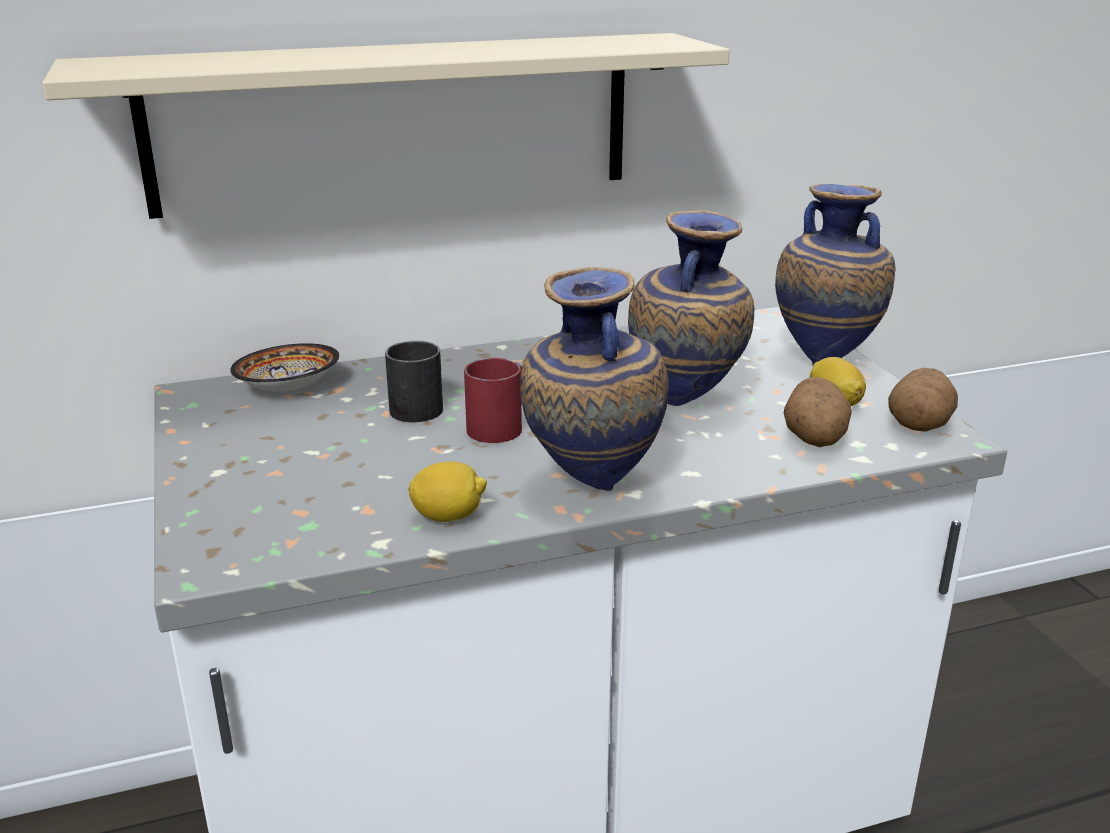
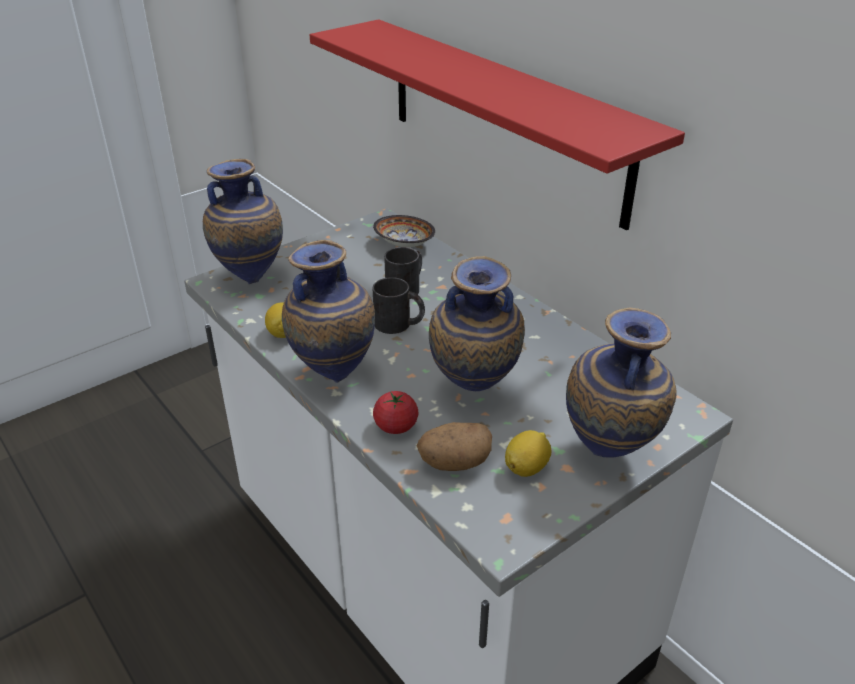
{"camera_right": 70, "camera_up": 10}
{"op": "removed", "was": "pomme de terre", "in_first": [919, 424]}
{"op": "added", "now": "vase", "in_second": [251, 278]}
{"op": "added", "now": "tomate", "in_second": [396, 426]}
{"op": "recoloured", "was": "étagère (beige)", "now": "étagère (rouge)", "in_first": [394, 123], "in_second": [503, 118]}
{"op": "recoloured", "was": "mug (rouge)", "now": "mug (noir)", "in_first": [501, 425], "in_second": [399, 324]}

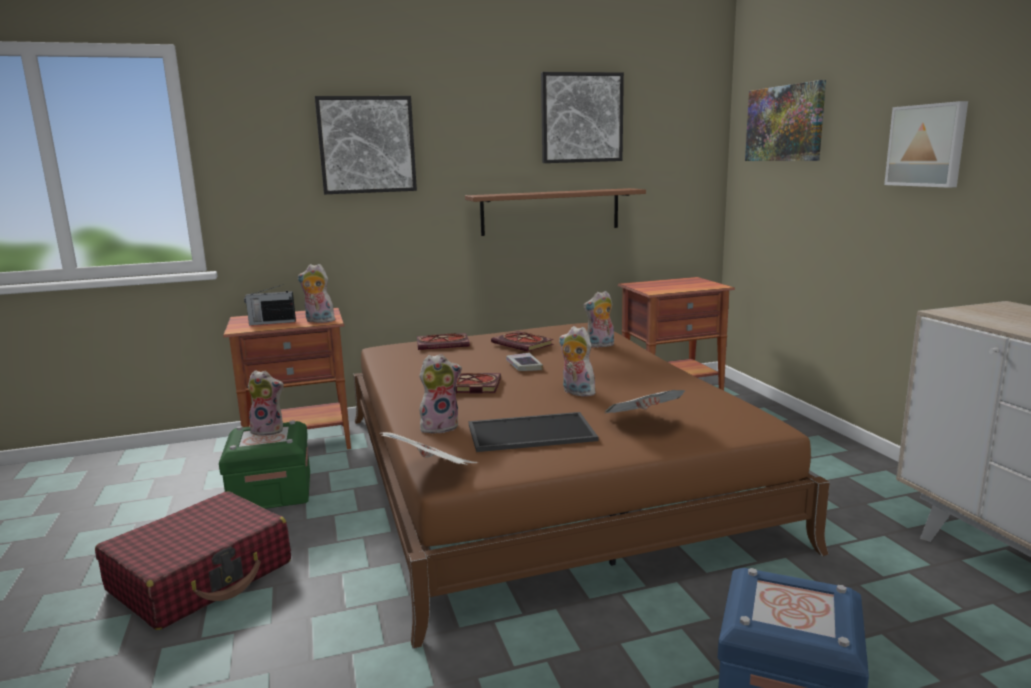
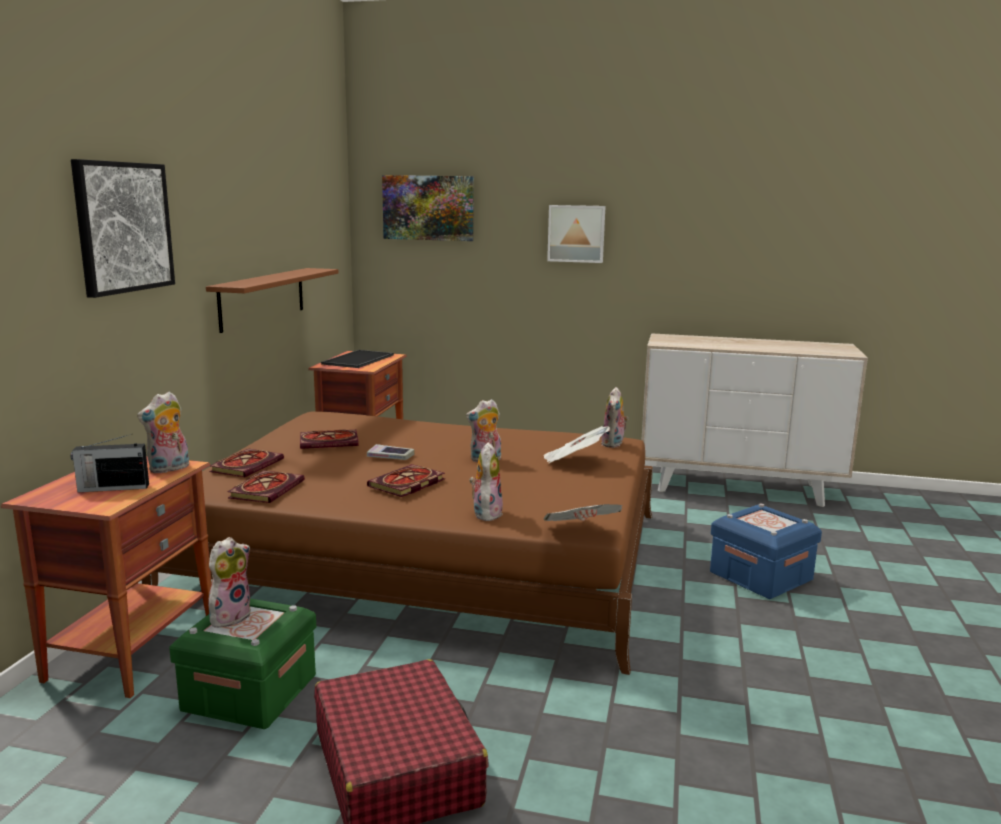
{"camera_right": -60, "camera_up": 0}
{"op": "removed", "was": "tableau", "in_first": [581, 118]}
{"op": "added", "now": "livre", "in_second": [266, 489]}
{"op": "moved", "was": "plateau", "in_first": [530, 433], "in_second": [359, 360]}
{"op": "moved", "was": "peluche", "in_first": [600, 345], "in_second": [614, 444]}
{"op": "turned", "was": "radio", "in_first": [271, 322], "in_second": [112, 488], "clockwise": 60}

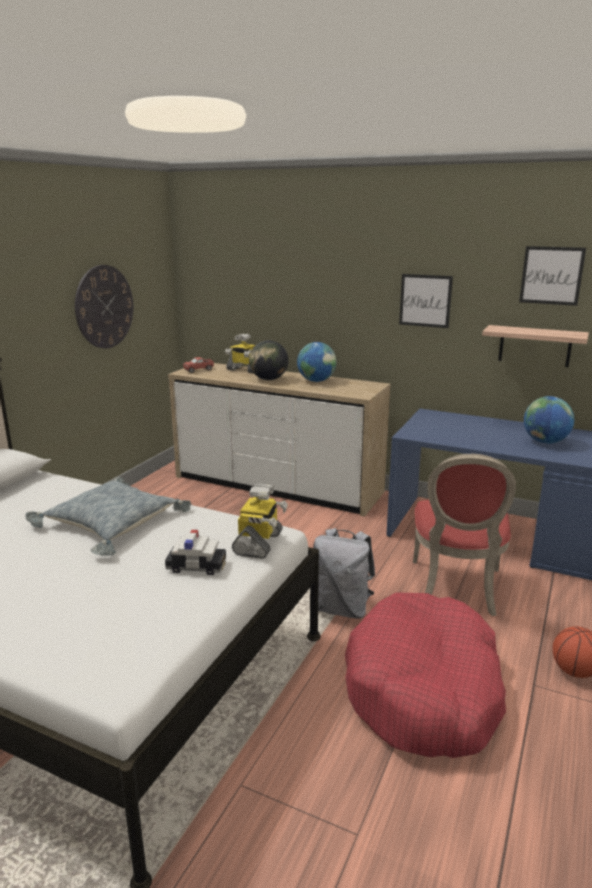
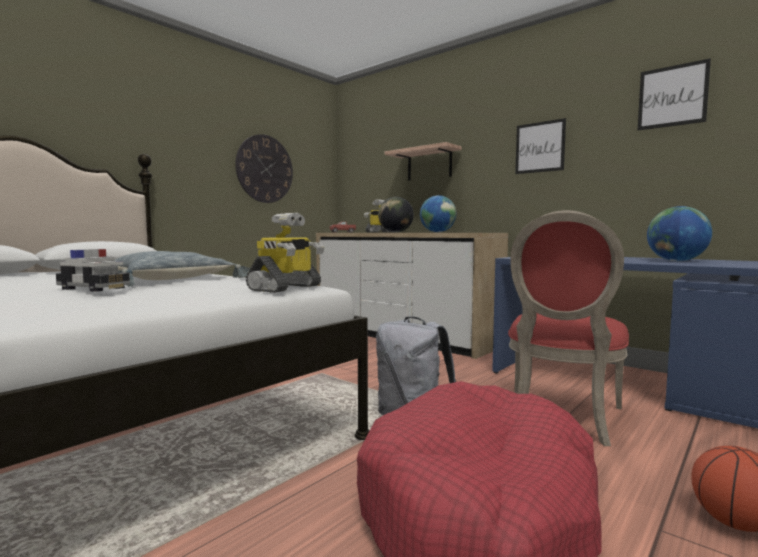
{"camera_right": 15, "camera_up": -15}
{"op": "moved", "was": "petite voiture", "in_first": [197, 566], "in_second": [94, 288]}
{"op": "moved", "was": "étagère", "in_first": [535, 346], "in_second": [429, 164]}

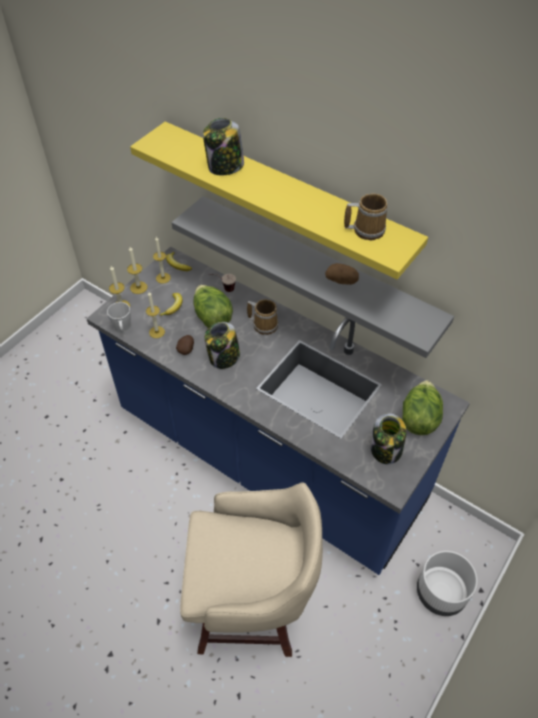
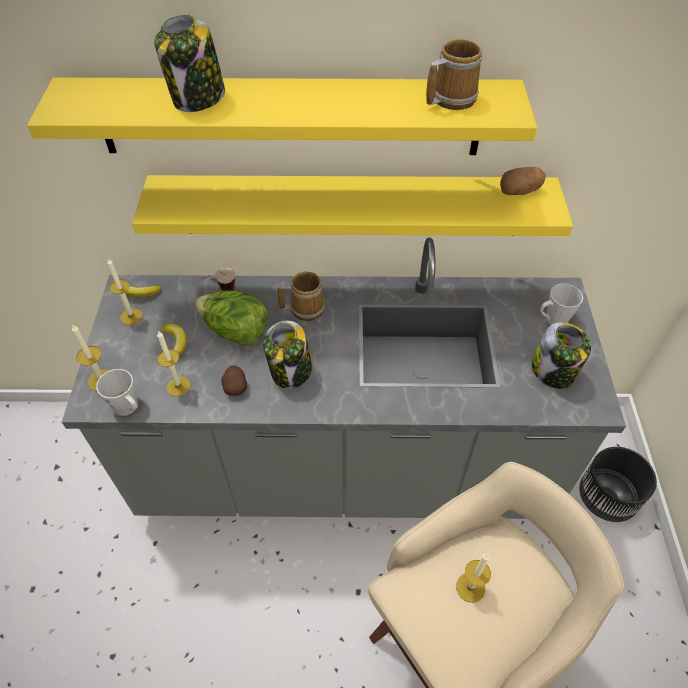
{"camera_right": -35, "camera_up": 0}
{"op": "moved", "was": "bougie", "in_first": [138, 287], "in_second": [470, 587]}
{"op": "moved", "was": "pomme de terre", "in_first": [341, 281], "in_second": [519, 191]}
{"op": "replaced", "was": "laitue", "now": "mug (gris)", "in_first": [419, 418], "in_second": [552, 320]}
{"op": "recoloured", "was": "comptoir de cuisine (bleu)", "now": "comptoir de cuisine (gris)", "in_first": [269, 458], "in_second": [344, 469]}
{"op": "recoloured", "was": "étagère (gris)", "now": "étagère (jaune)", "in_first": [317, 270], "in_second": [351, 205]}
{"op": "recoloured", "was": "cache-pot (blanc)", "now": "cache-pot (noir)", "in_first": [441, 593], "in_second": [606, 497]}

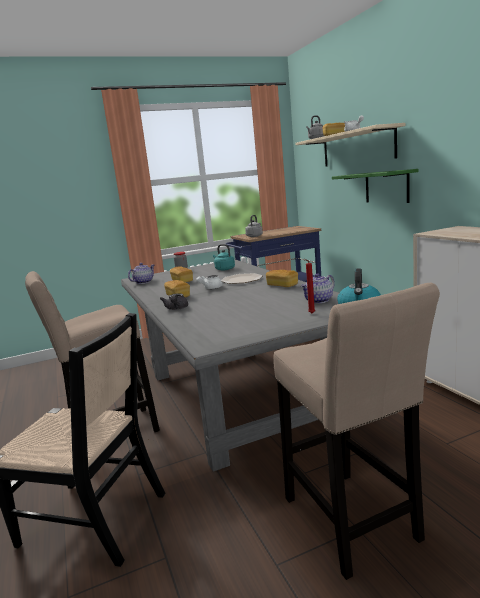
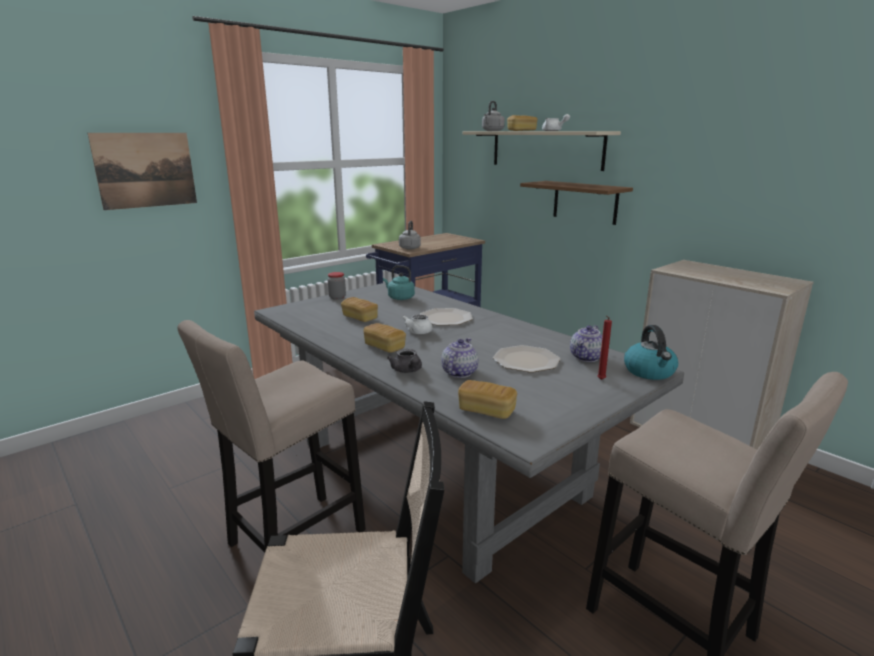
{"camera_right": -20, "camera_up": 5}
{"op": "added", "now": "tableau", "in_second": [145, 170]}
{"op": "added", "now": "assiette", "in_second": [526, 360]}
{"op": "moved", "was": "théière", "in_first": [143, 282], "in_second": [459, 372]}
{"op": "moved", "was": "pain", "in_first": [282, 285], "in_second": [486, 410]}
{"op": "recoloured", "was": "étagère (vert)", "now": "étagère (marron)", "in_first": [386, 187], "in_second": [585, 202]}

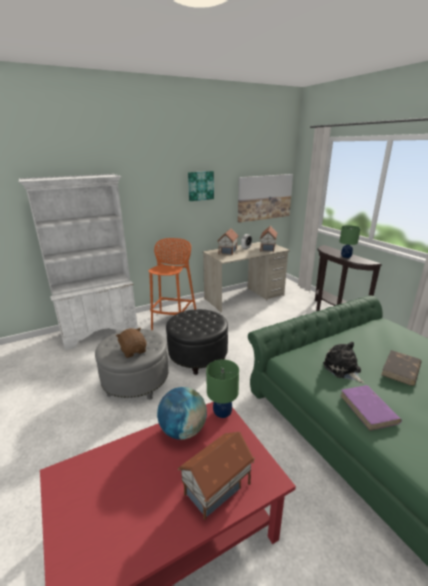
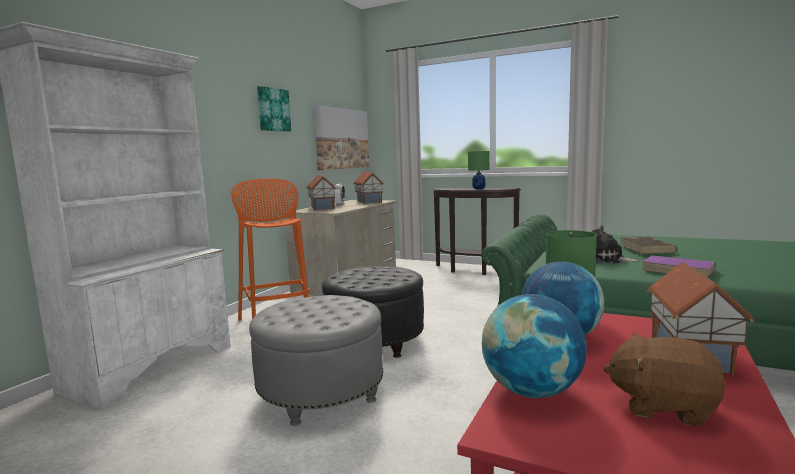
{"camera_right": -35, "camera_up": -15}
{"op": "added", "now": "globe", "in_second": [532, 391]}
{"op": "moved", "was": "peluche (marron)", "in_first": [133, 351], "in_second": [663, 406]}

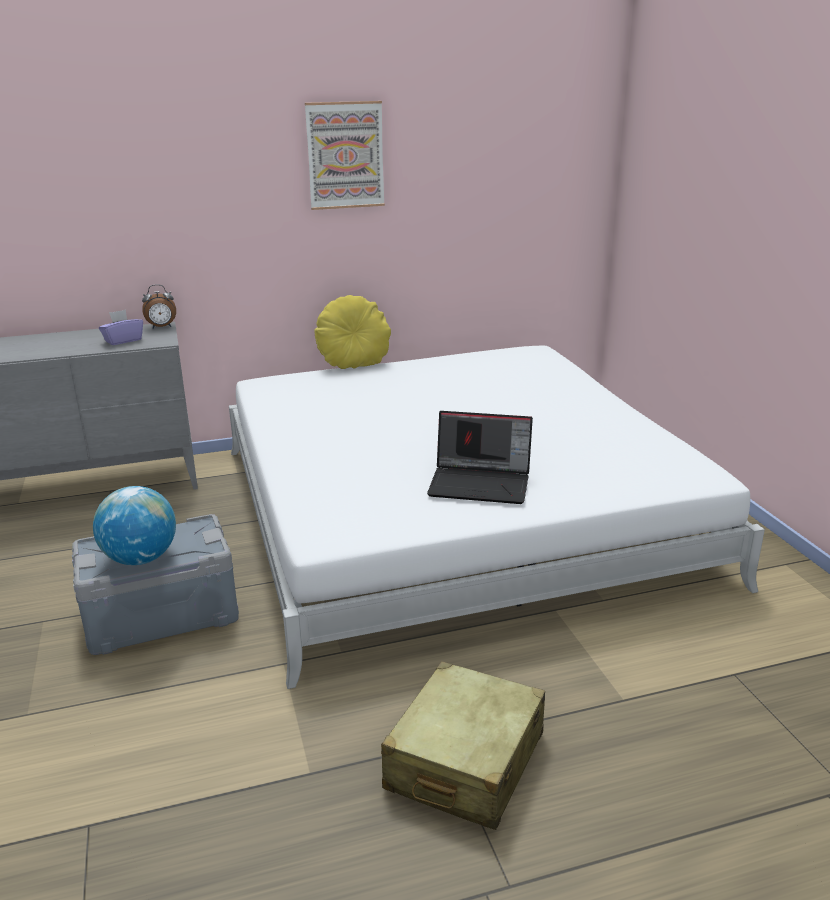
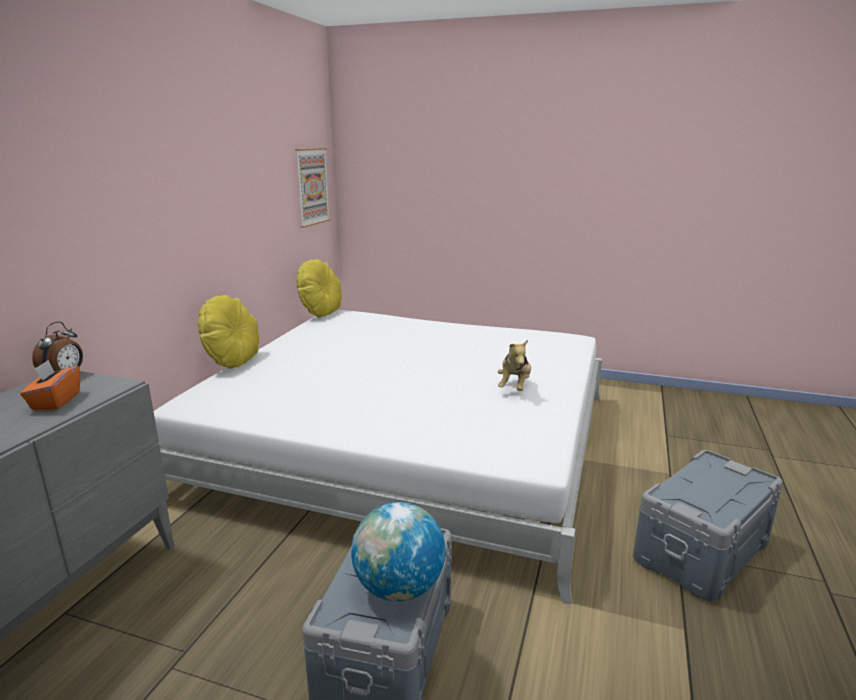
{"camera_right": -55, "camera_up": -5}
{"op": "added", "now": "coussin (jaune)", "in_second": [321, 314]}
{"op": "moved", "was": "tableau", "in_first": [345, 155], "in_second": [312, 186]}
{"op": "replaced", "was": "valise (beige)", "now": "boîte de rangement (gris)", "in_first": [465, 762], "in_second": [702, 552]}
{"op": "replaced", "was": "ordinateur portable", "now": "peluche", "in_first": [481, 483], "in_second": [514, 386]}
{"op": "recoloured", "was": "boîte à mouchoirs (violet)", "now": "boîte à mouchoirs (orange)", "in_first": [123, 340], "in_second": [55, 401]}

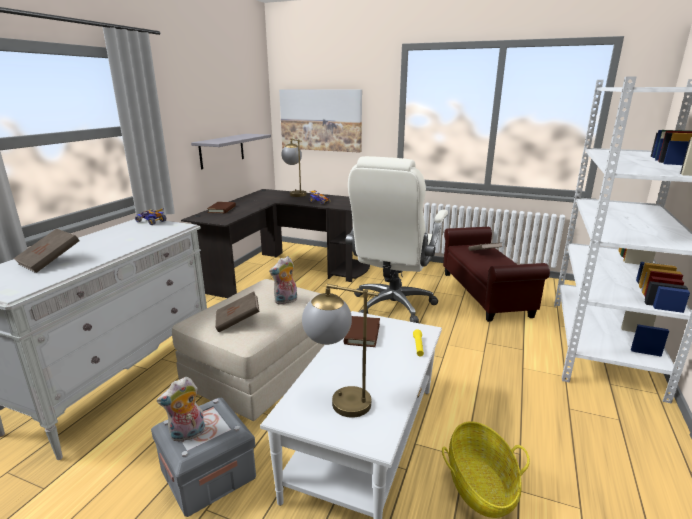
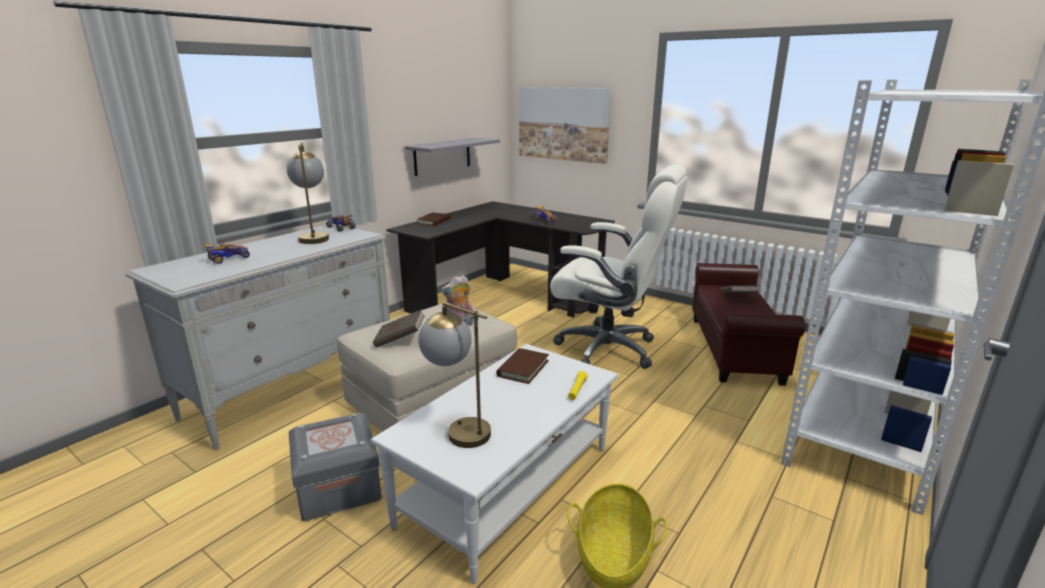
{"camera_right": 15, "camera_up": 0}
{"op": "removed", "was": "peluche", "in_first": [187, 435]}
{"op": "moved", "was": "lampe de table", "in_first": [295, 193], "in_second": [314, 237]}
{"op": "replaced", "was": "livre (marron)", "now": "petite voiture", "in_first": [50, 262], "in_second": [228, 259]}
{"op": "turned", "was": "chaise de bureau (blanc)", "in_first": [392, 306], "in_second": [608, 349], "clockwise": -105}

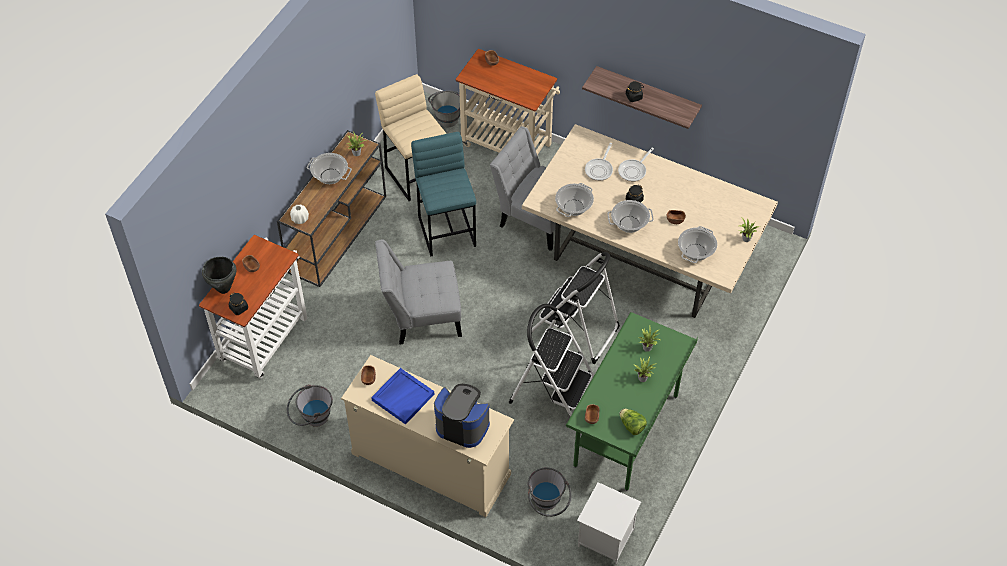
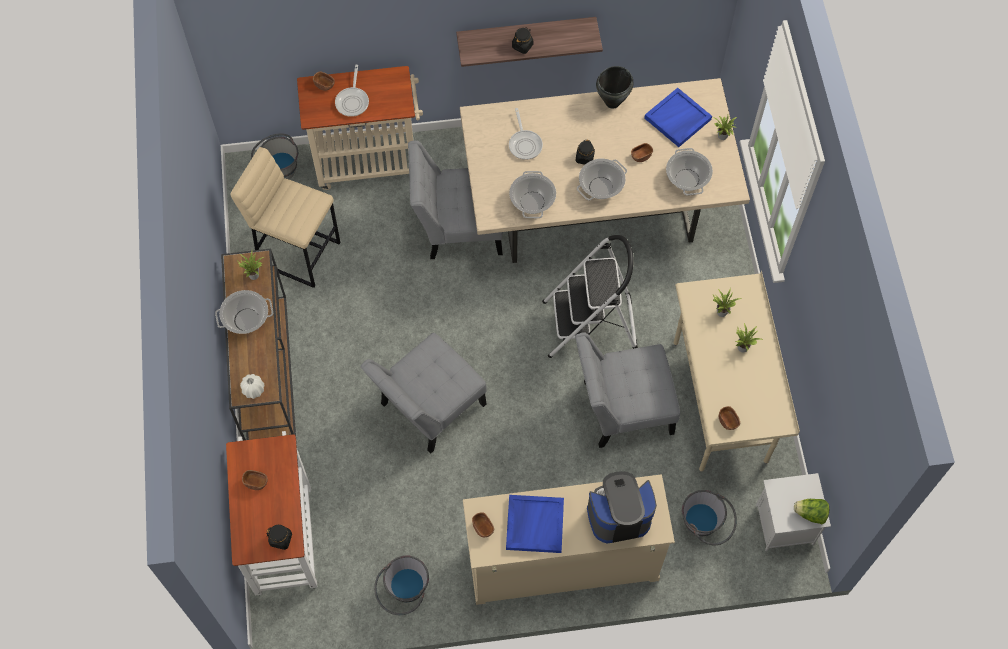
{"camera_right": -35, "camera_up": 10}
{"op": "removed", "was": "tabouret (turquoise)", "in_first": [446, 230]}
{"op": "added", "now": "plateau (bleu)", "in_second": [677, 119]}
{"op": "moved", "was": "marmite (noir)", "in_first": [224, 288], "in_second": [613, 102]}
{"op": "moved", "was": "poêle", "in_first": [633, 171], "in_second": [353, 101]}
{"op": "moved", "was": "laitue", "in_first": [631, 426], "in_second": [810, 514]}
{"op": "replaced", "was": "escabeau", "now": "chaise (gris)", "in_first": [552, 394], "in_second": [622, 408]}
{"op": "recoloured", "was": "bureau (vert)", "now": "bureau (beige)", "in_first": [626, 431], "in_second": [720, 402]}

